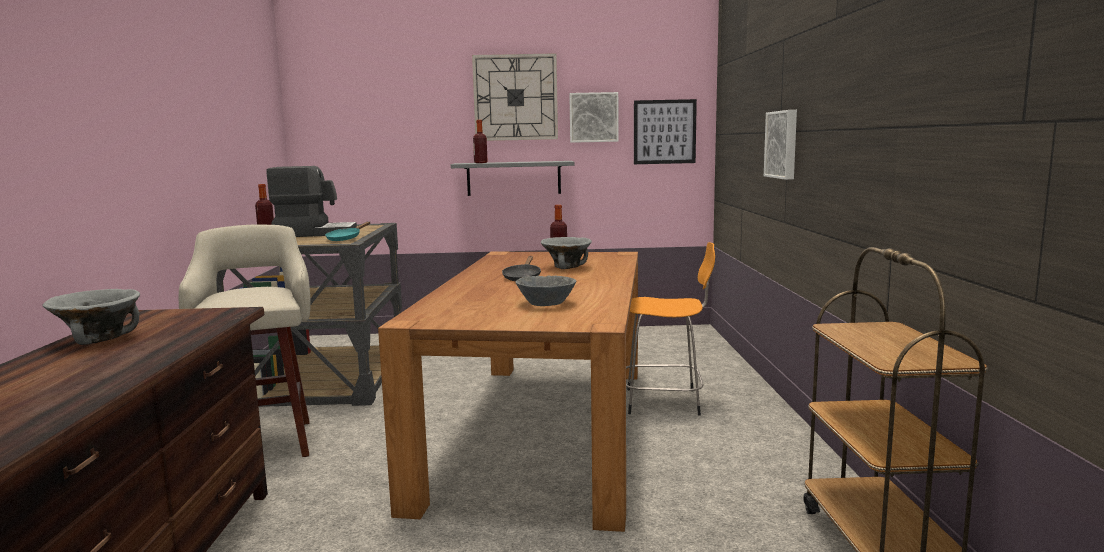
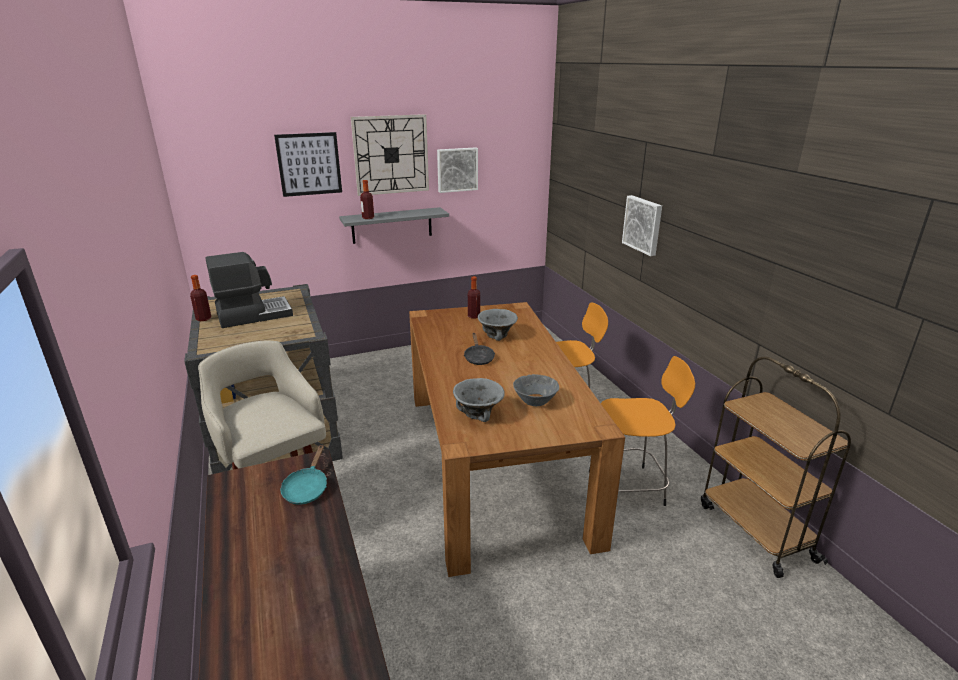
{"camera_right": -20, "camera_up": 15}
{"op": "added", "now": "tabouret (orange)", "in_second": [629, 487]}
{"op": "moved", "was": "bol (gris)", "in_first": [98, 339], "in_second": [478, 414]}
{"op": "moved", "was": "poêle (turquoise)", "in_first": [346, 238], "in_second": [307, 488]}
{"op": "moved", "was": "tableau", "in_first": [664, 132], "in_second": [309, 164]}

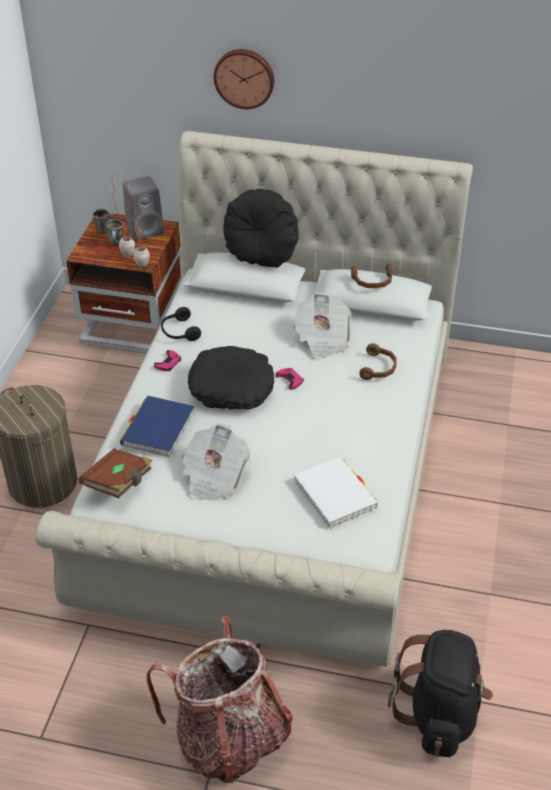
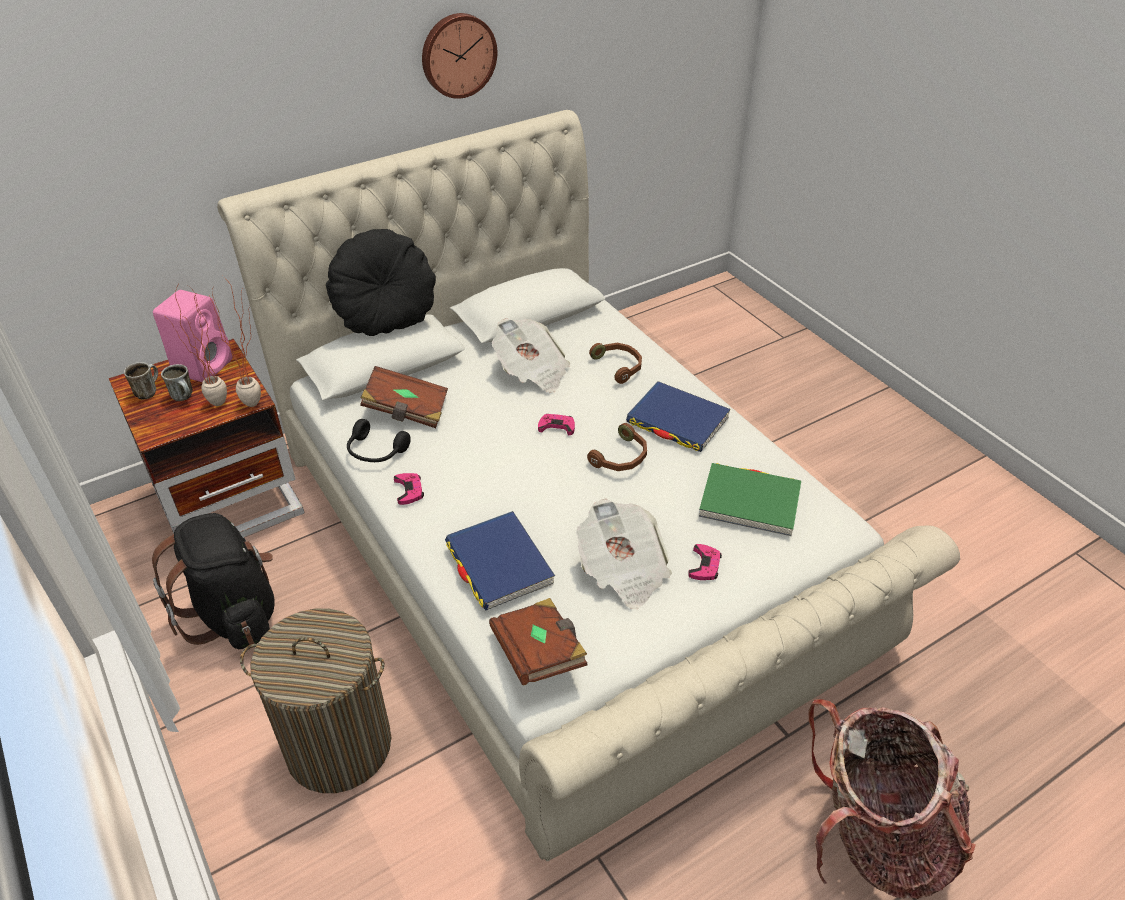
{"camera_right": -45, "camera_up": 0}
{"op": "removed", "was": "coussin (noir)", "in_first": [232, 388]}
{"op": "added", "now": "livre (marron)", "in_second": [406, 410]}
{"op": "added", "now": "livre (bleu)", "in_second": [677, 420]}
{"op": "added", "now": "manette (rose)", "in_second": [704, 565]}
{"op": "moved", "was": "horloge murale", "in_first": [244, 77], "in_second": [457, 55]}
{"op": "moved", "was": "casque audio (marron)", "in_first": [372, 282], "in_second": [621, 458]}
{"op": "moved", "was": "sac à dos (noir)", "in_first": [439, 714], "in_second": [234, 613]}
{"op": "recoloured", "was": "enceinte (gris)", "now": "enceinte (rose)", "in_first": [146, 230], "in_second": [204, 365]}
{"op": "recoloured", "was": "livre (blanc)", "now": "livre (vert)", "in_first": [335, 494], "in_second": [749, 502]}

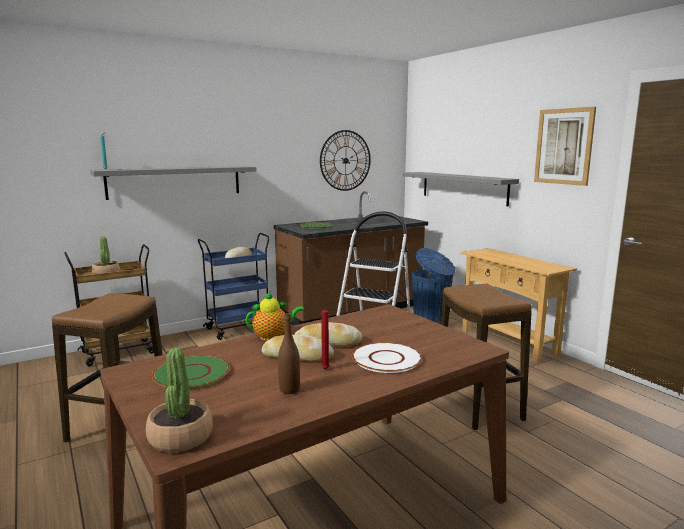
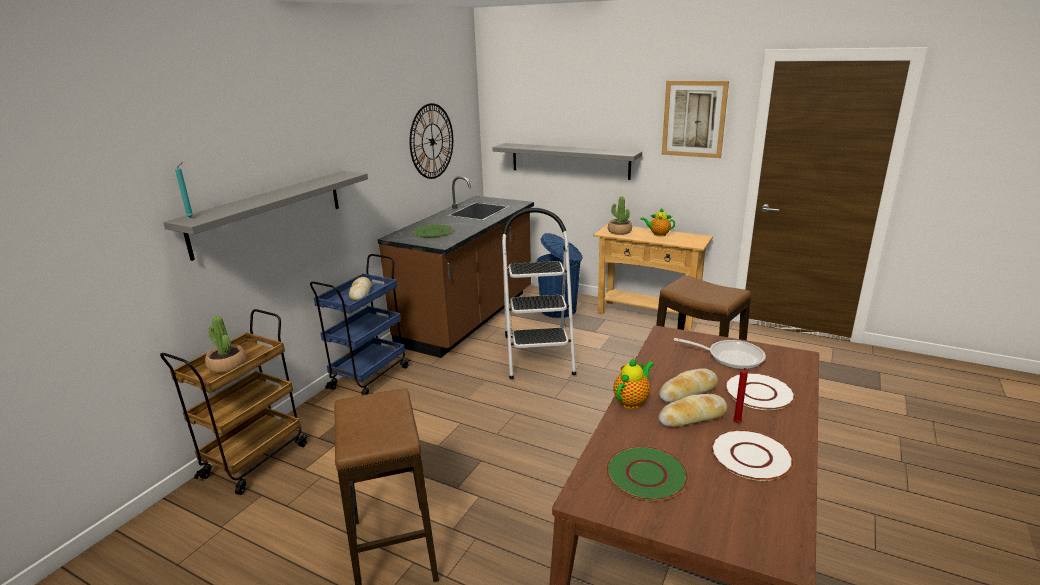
{"camera_right": -30, "camera_up": 10}
{"op": "added", "now": "théière", "in_second": [658, 234]}
{"op": "added", "now": "poêle", "in_second": [730, 357]}
{"op": "moved", "was": "plante en pot", "in_first": [180, 437], "in_second": [619, 231]}
{"op": "replaced", "was": "bouteille (marron)", "now": "assiette (blanc)", "in_first": [289, 390], "in_second": [750, 456]}

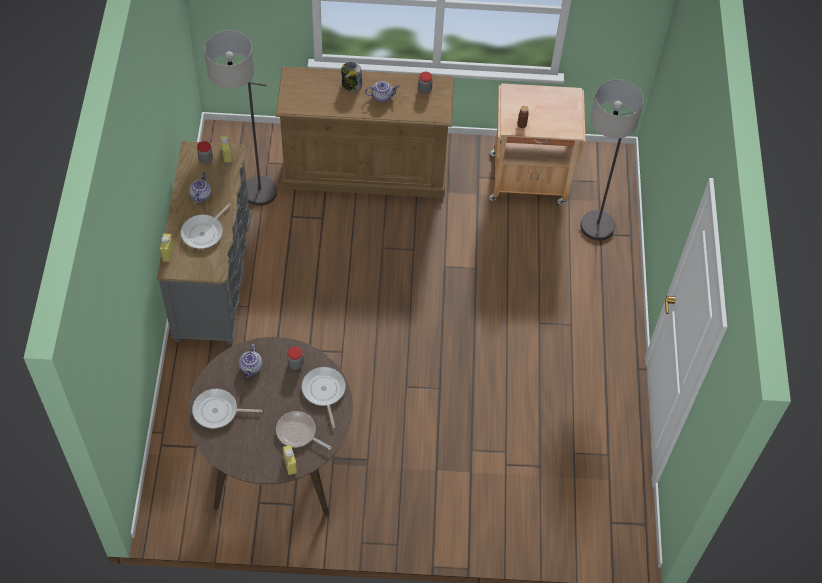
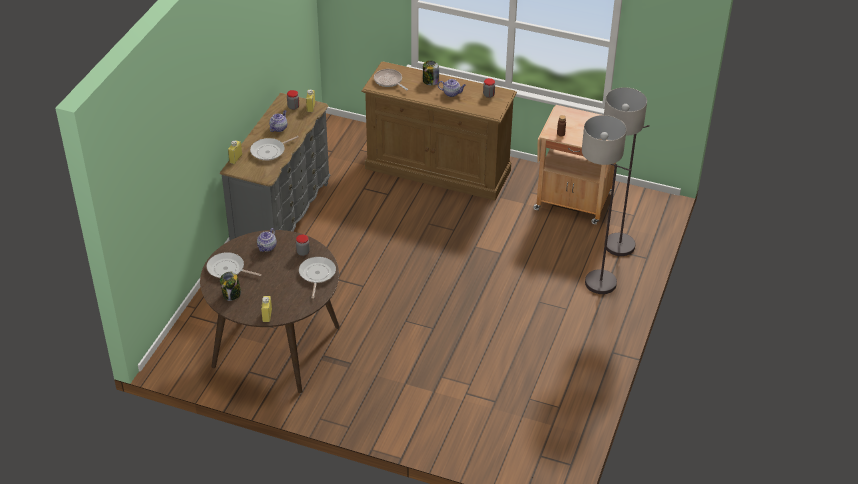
{"camera_right": 20, "camera_up": -15}
{"op": "added", "now": "bocal", "in_second": [231, 294]}
{"op": "moved", "was": "lampadaire (gris)", "in_first": [250, 190], "in_second": [591, 280]}
{"op": "moved", "was": "poêle", "in_first": [298, 433], "in_second": [389, 81]}

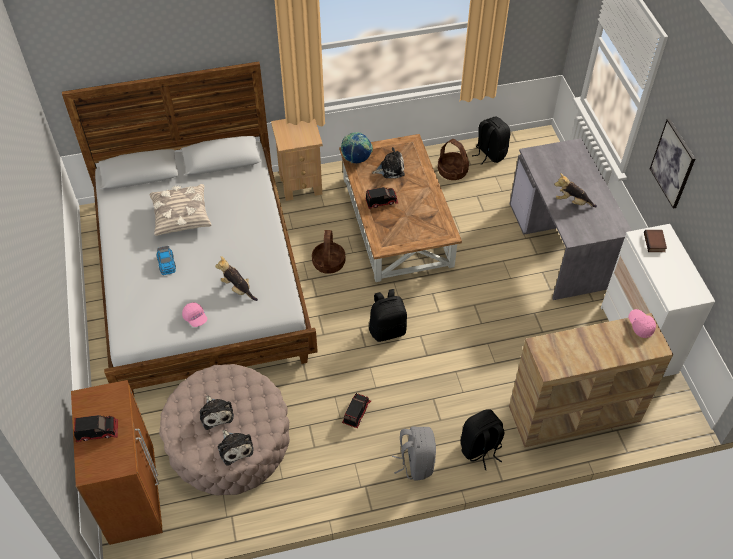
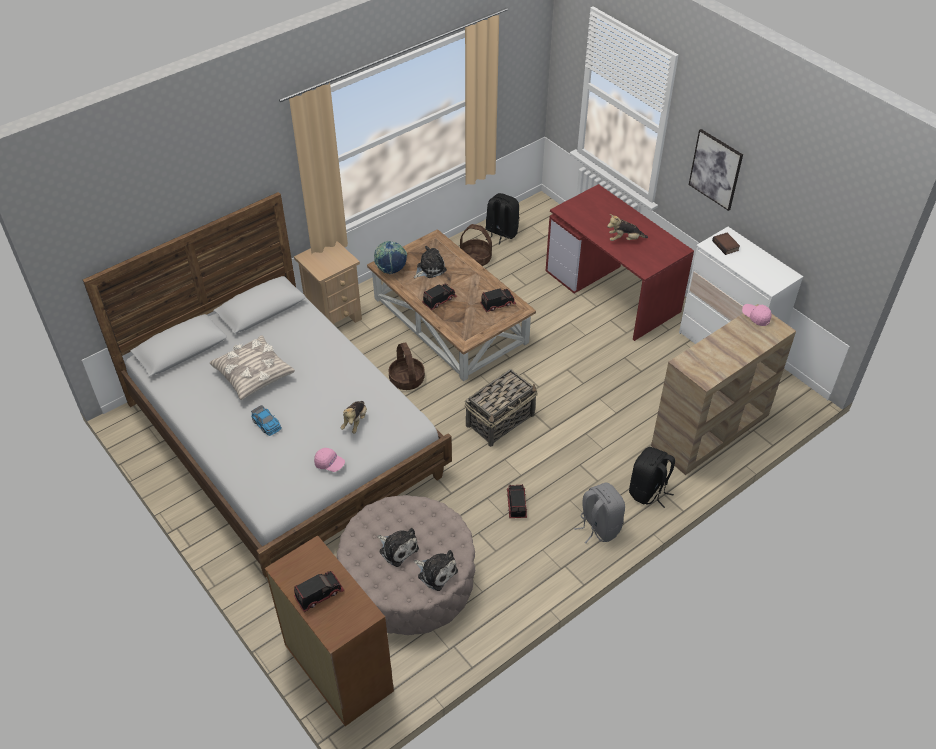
{"camera_right": -25, "camera_up": -5}
{"op": "added", "now": "camion jouet", "in_second": [497, 304]}
{"op": "replaced", "was": "sac à dos (noir)", "now": "panier", "in_first": [387, 330], "in_second": [501, 420]}
{"op": "recoloured", "was": "bureau (gris)", "now": "bureau (rouge)", "in_first": [561, 245], "in_second": [613, 291]}
{"op": "turned", "was": "peluche", "in_first": [237, 288], "in_second": [355, 422], "clockwise": -90}

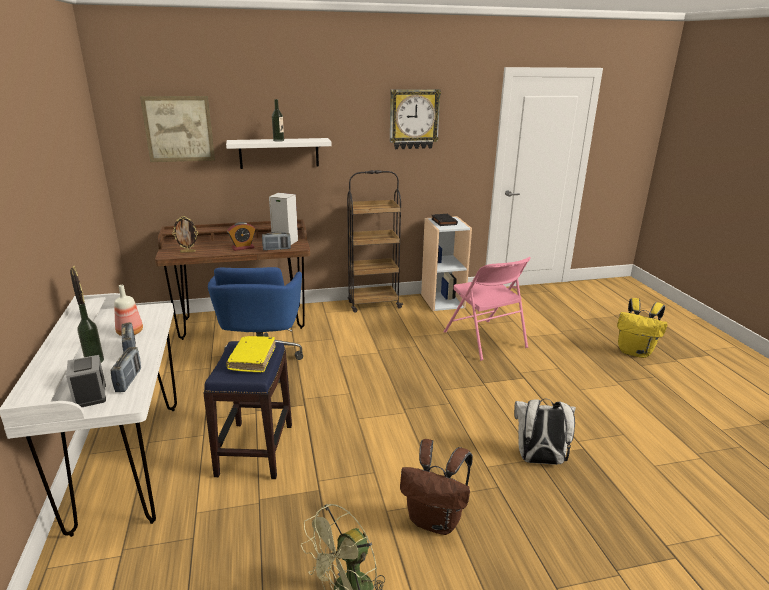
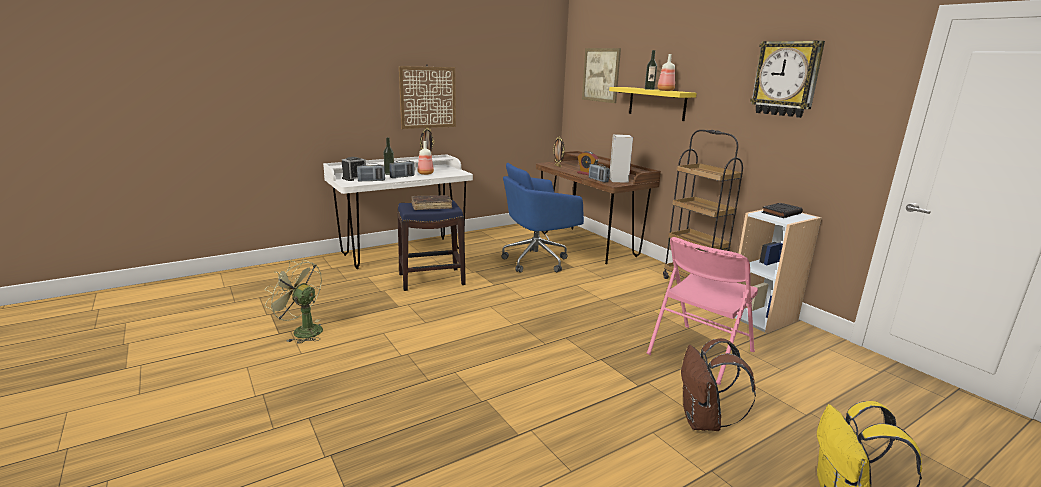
{"camera_right": 70, "camera_up": -5}
{"op": "removed", "was": "sac à dos (blanc)", "in_first": [539, 460]}
{"op": "added", "now": "tableau", "in_second": [428, 96]}
{"op": "added", "now": "bouteille", "in_second": [665, 90]}
{"op": "moved", "was": "sac à dos (marron)", "in_first": [435, 520], "in_second": [703, 422]}
{"op": "recoloured", "was": "étagère (blanc)", "now": "étagère (jaune)", "in_first": [279, 153], "in_second": [657, 103]}
{"op": "recoloured", "was": "livre (jaune)", "now": "livre (marron)", "in_first": [252, 359], "in_second": [431, 206]}

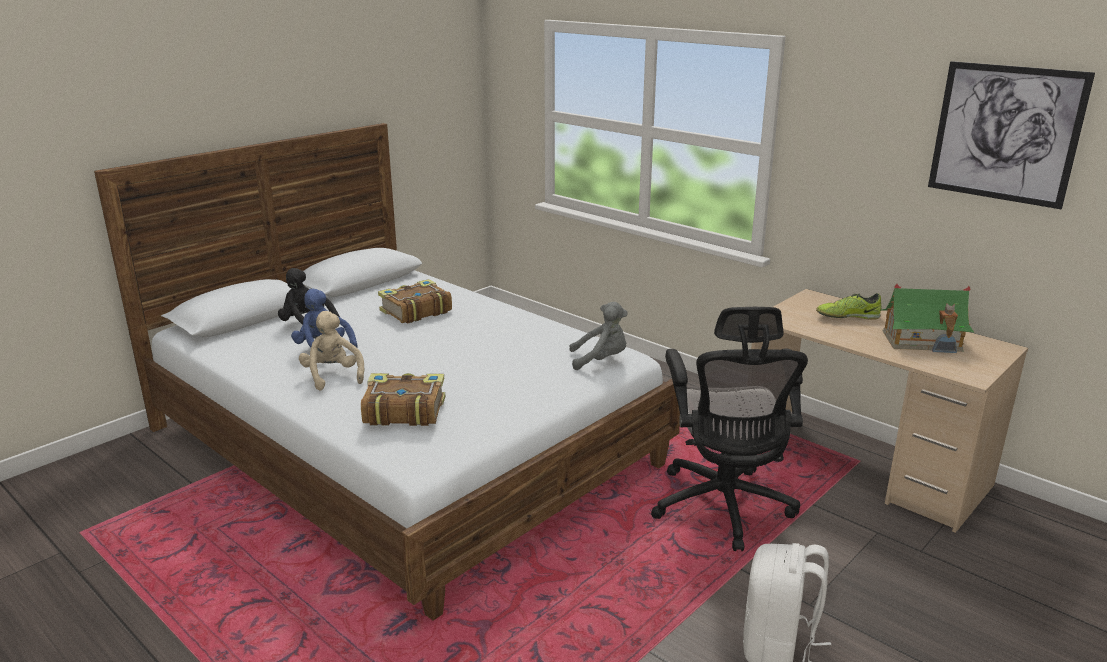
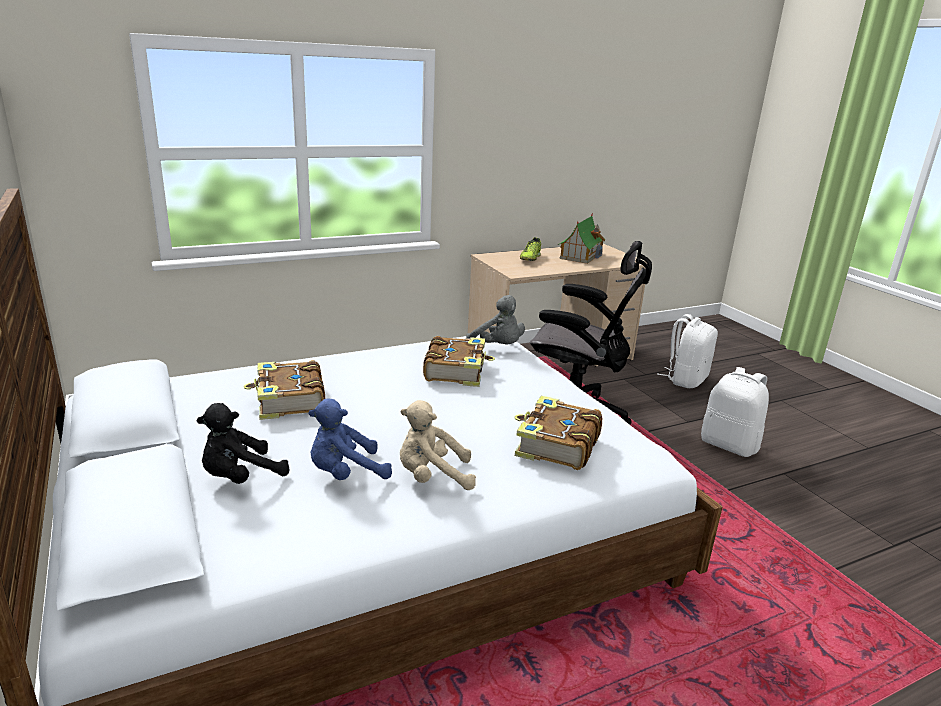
{"camera_right": -70, "camera_up": 0}
{"op": "removed", "was": "tableau", "in_first": [1005, 133]}
{"op": "added", "now": "livre", "in_second": [456, 371]}
{"op": "added", "now": "sac à dos (blanc)", "in_second": [685, 380]}
{"op": "turned", "was": "peluche (gris)", "in_first": [601, 360], "in_second": [498, 347], "clockwise": 120}

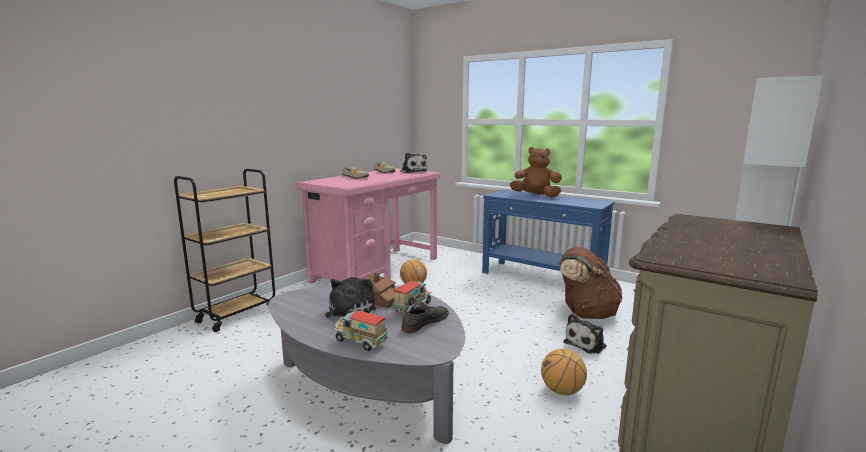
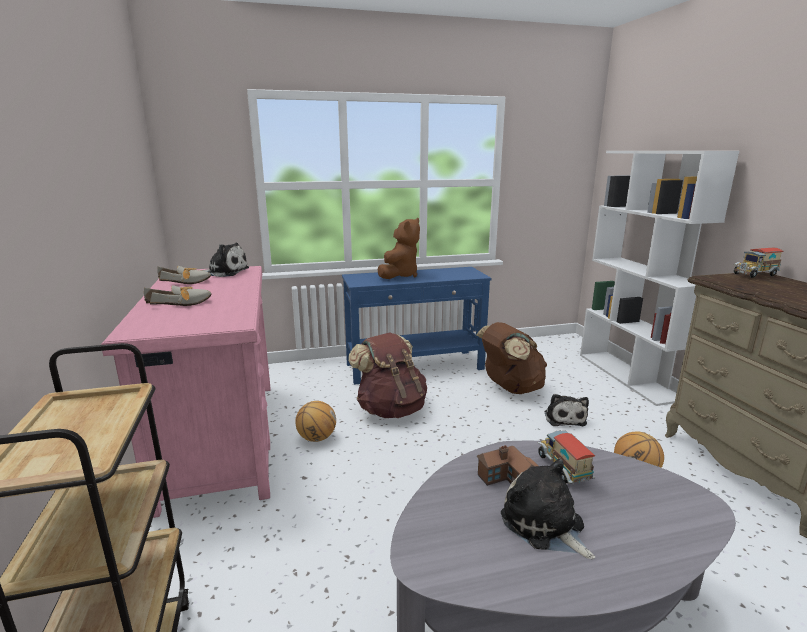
{"camera_right": -50, "camera_up": 5}
{"op": "removed", "was": "chaussure (gris)", "in_first": [425, 322]}
{"op": "added", "now": "sac à dos (marron)", "in_second": [390, 409]}
{"op": "moved", "was": "camion jouet", "in_first": [361, 342], "in_second": [754, 275]}
{"op": "turned", "was": "peluche (marron)", "in_first": [535, 196], "in_second": [399, 275], "clockwise": 150}

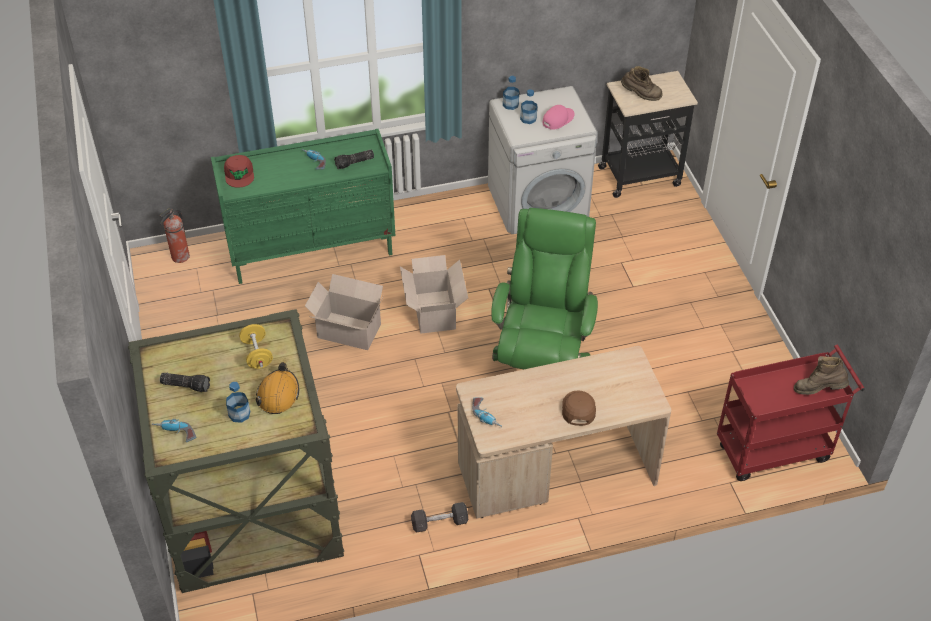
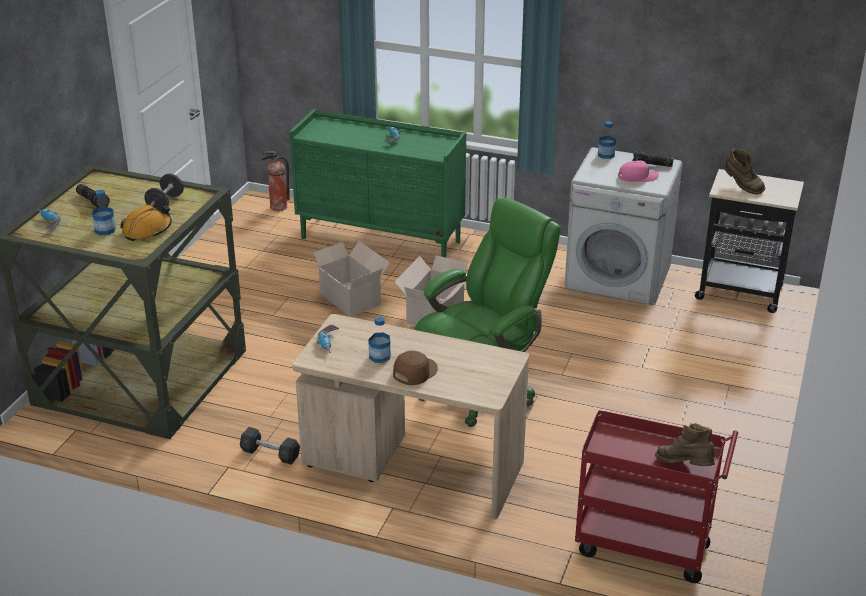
{"camera_right": 35, "camera_up": -15}
{"op": "removed", "was": "casquette (rouge)", "in_first": [239, 174]}
{"op": "moved", "was": "lampe de poche", "in_first": [354, 163], "in_second": [651, 165]}
{"op": "moved", "was": "bouteille", "in_first": [528, 118], "in_second": [380, 356]}
{"op": "recoloured", "was": "haltère (jaune)", "now": "haltère (noir)", "in_first": [257, 354], "in_second": [165, 203]}

